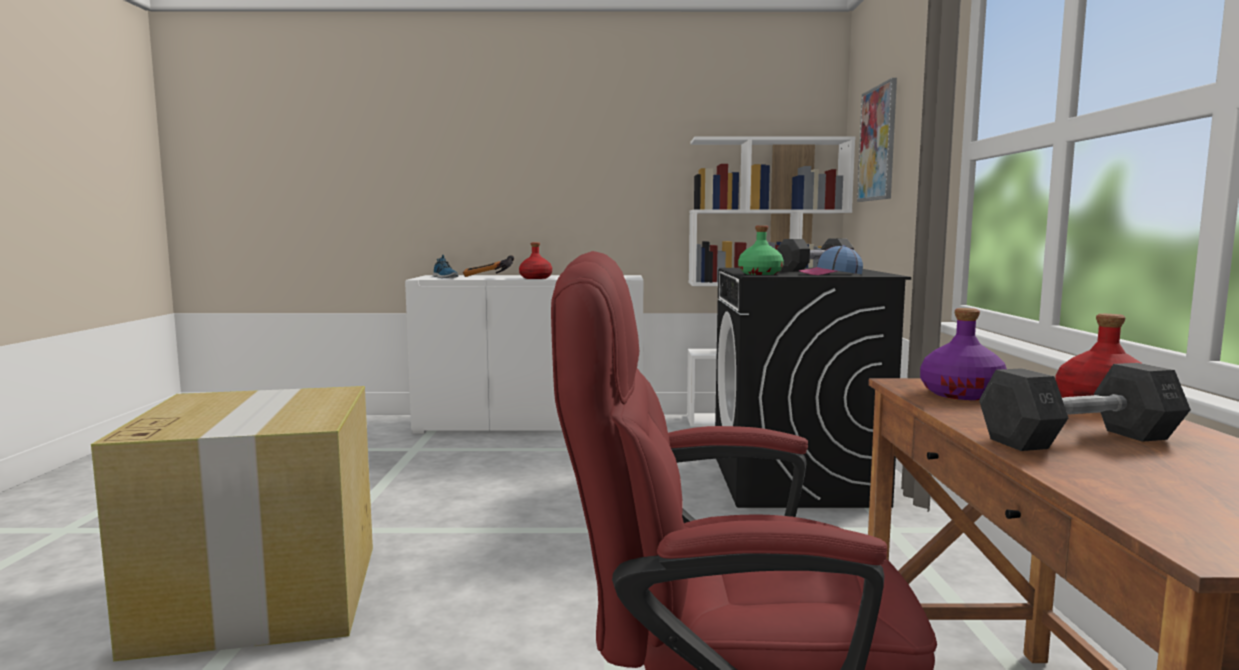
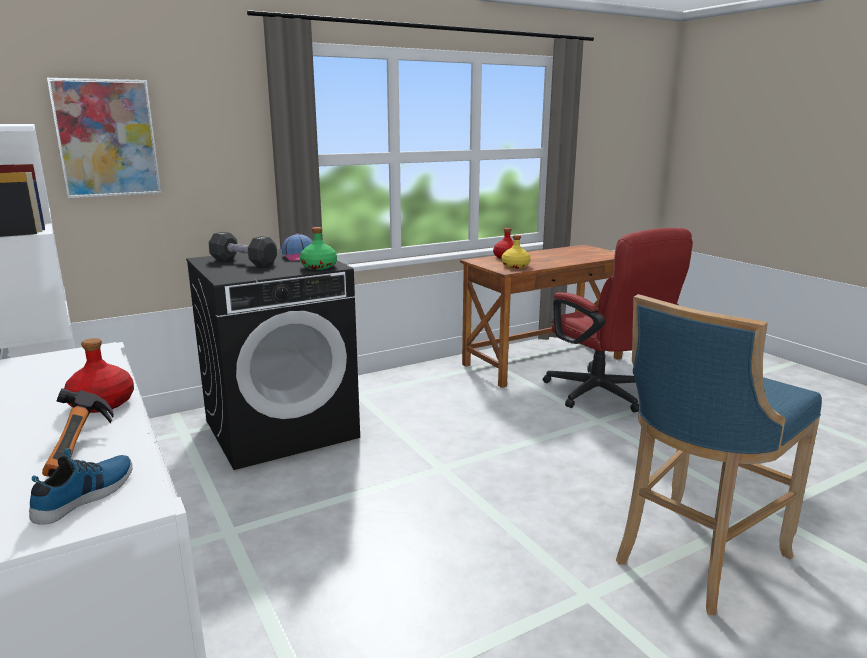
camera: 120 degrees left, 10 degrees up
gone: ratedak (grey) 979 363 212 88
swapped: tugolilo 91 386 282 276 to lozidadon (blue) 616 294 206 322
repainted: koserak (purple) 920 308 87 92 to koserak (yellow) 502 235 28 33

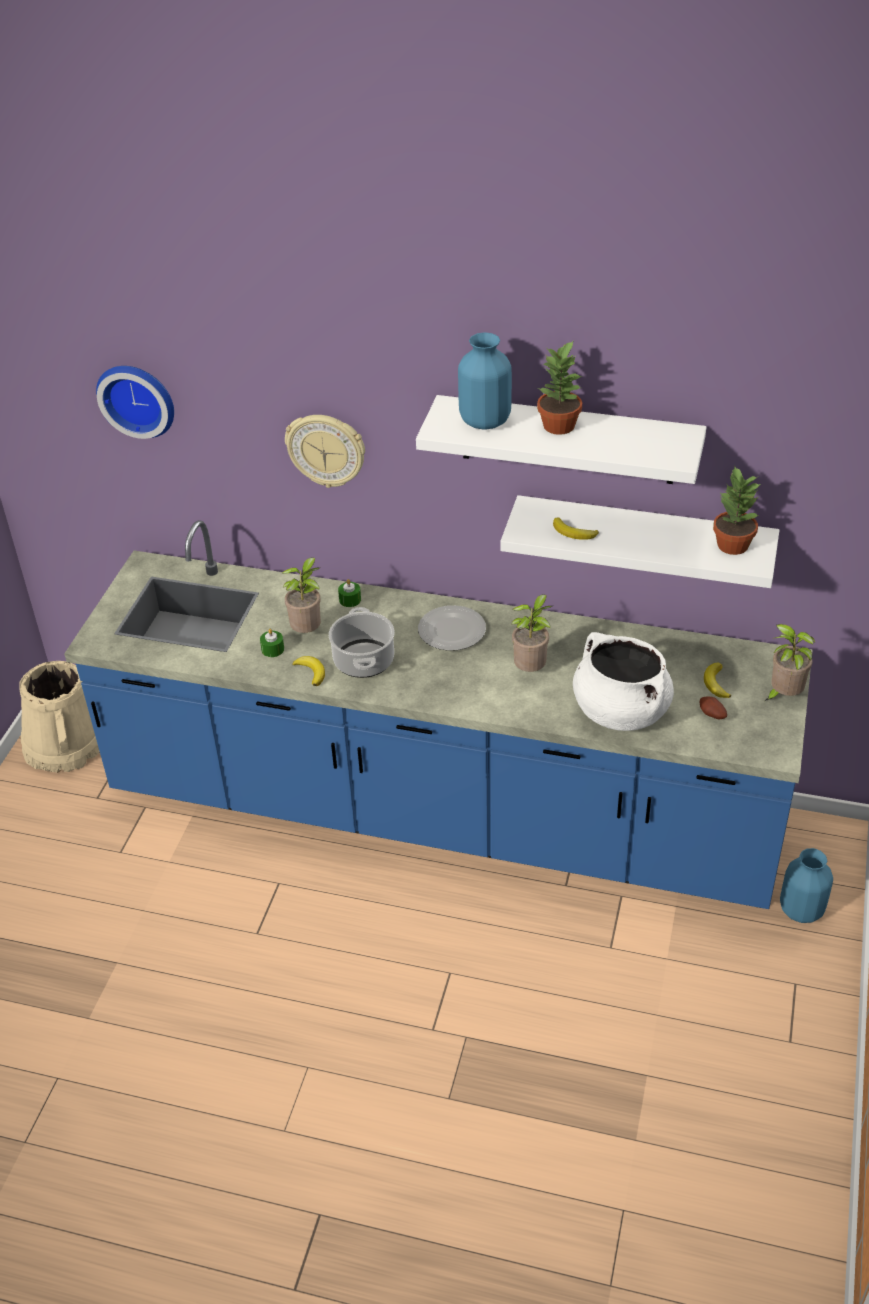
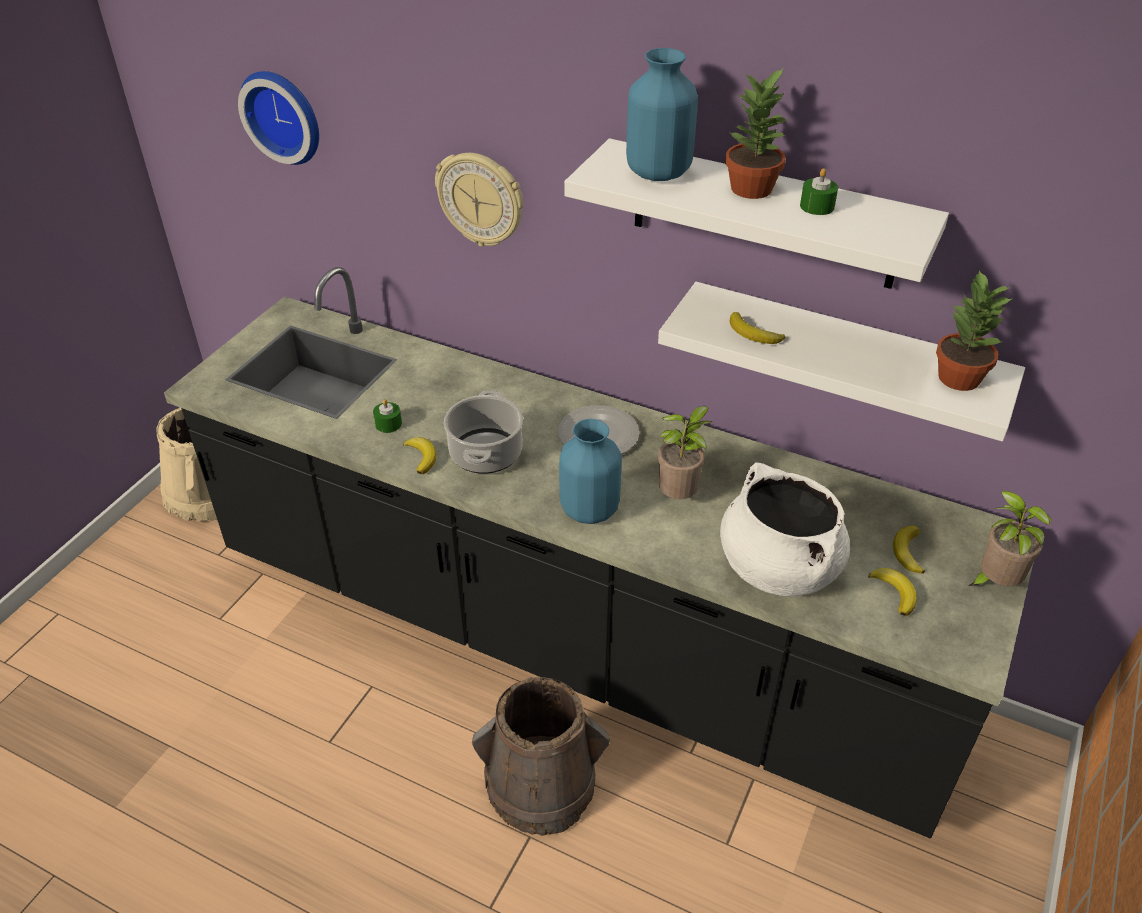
camera: 10 degrees right, 0 degrees up
gone: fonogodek 281 557 40 76
new: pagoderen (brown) 472 677 138 159
shifted: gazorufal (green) 338 579 23 28 to 800 168 38 47; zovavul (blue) 780 848 53 75 to 559 419 63 105
swapped: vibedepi 699 697 28 23 to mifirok 868 568 49 48
repainted: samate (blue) 64 520 749 389 to samate (black) 164 267 869 571

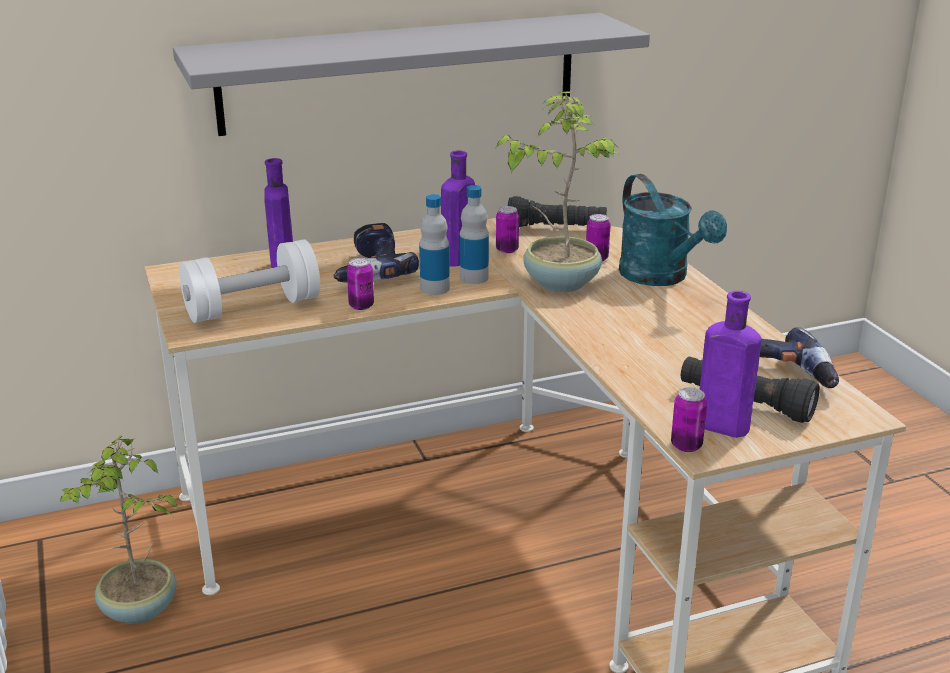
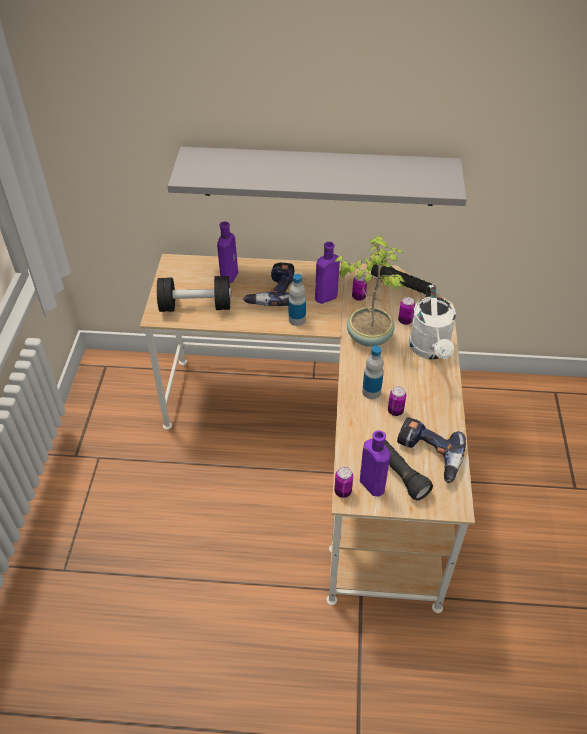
camera: 25 degrees right, 20 degrees up
gone: fonogodek 59 435 119 189
shifted: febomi 347 258 27 52 to 388 386 18 30; koserak 459 185 30 99 to 362 345 22 54
repainted: ratedak (white) 179 239 141 84 to ratedak (black) 157 276 74 36; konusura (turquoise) 619 174 108 112 to konusura (white) 409 285 47 74

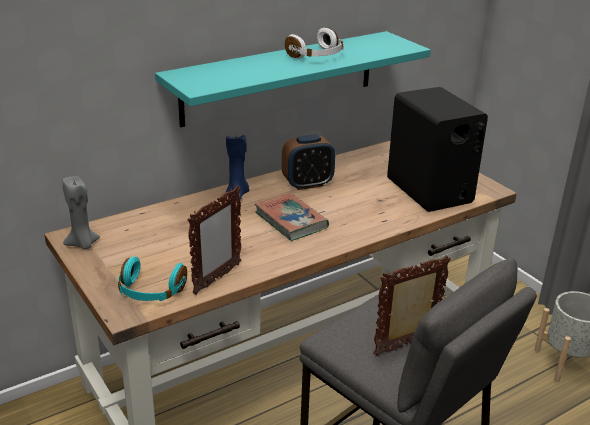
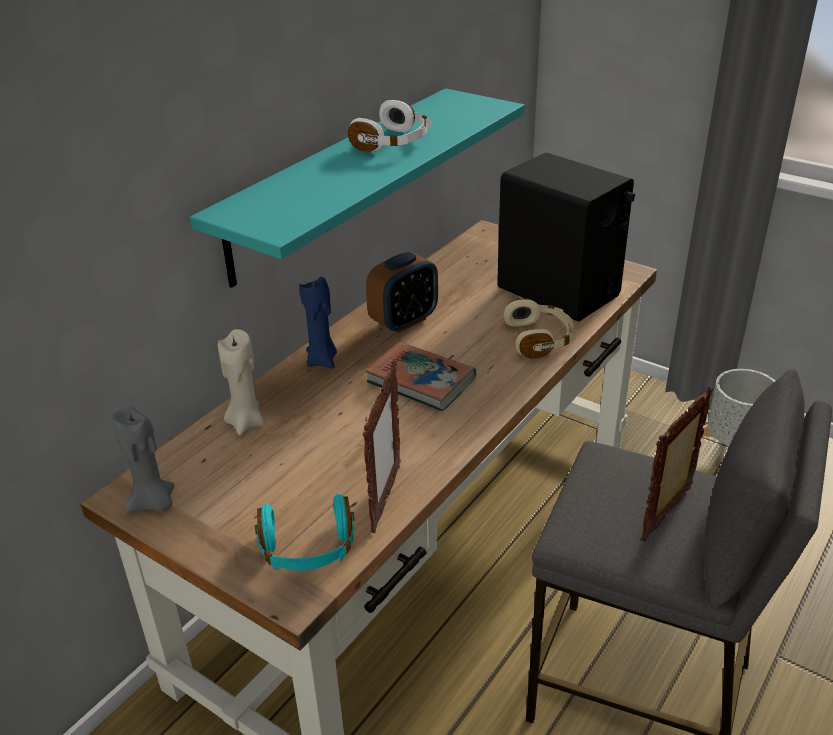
camera: 20 degrees left, 5 degrees up
new: gazorufal (beige) 218 329 47 106; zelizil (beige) 504 298 71 60

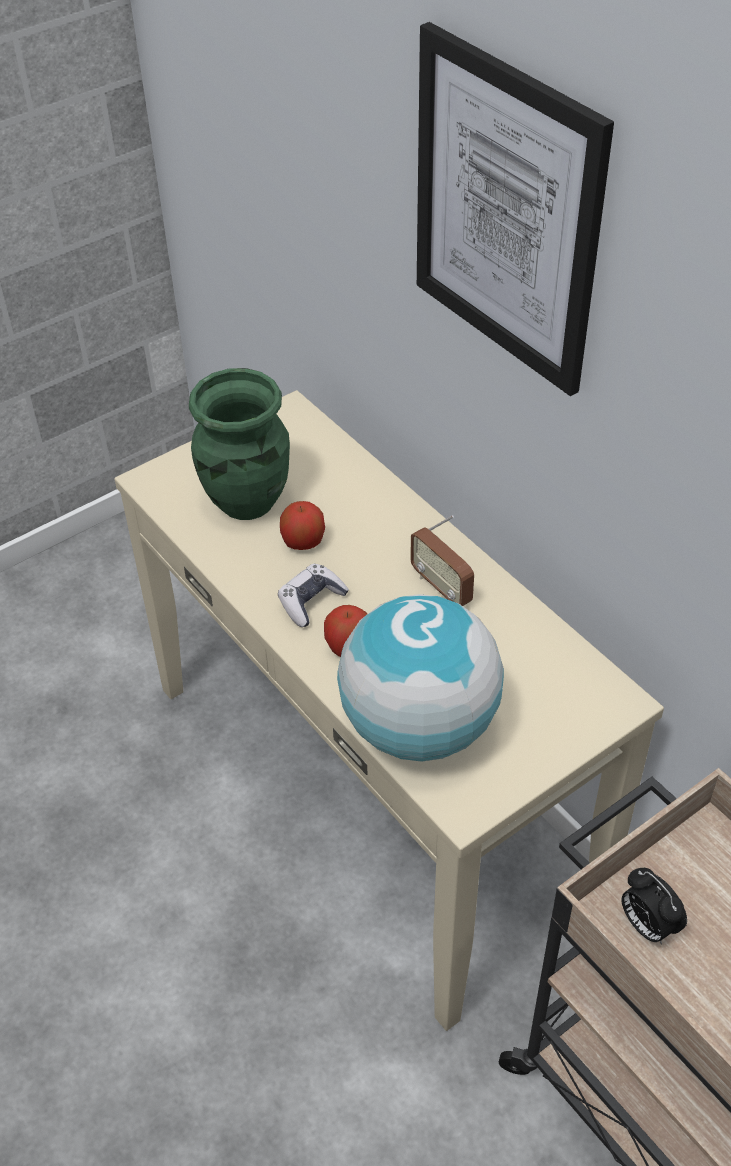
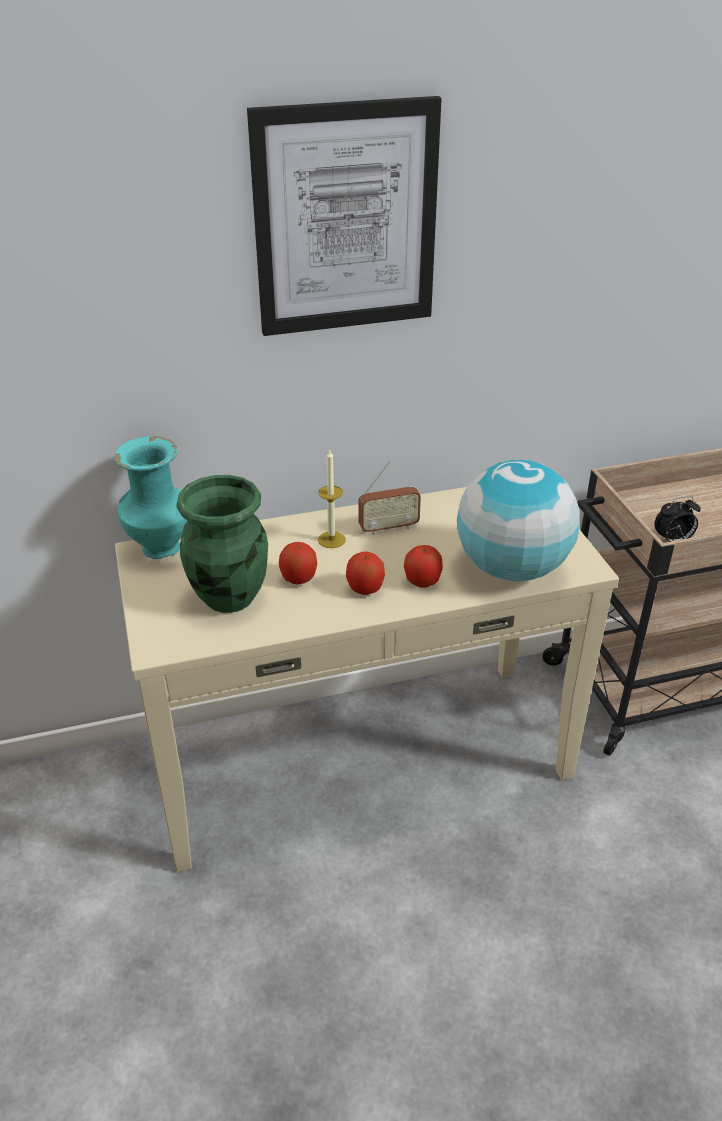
camera: 70 degrees left, 10 degrees down
new: zovavul (turquoise) 114 436 74 123; gazorufal 318 449 28 99
swapped: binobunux 278 564 71 63 to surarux 346 552 39 43

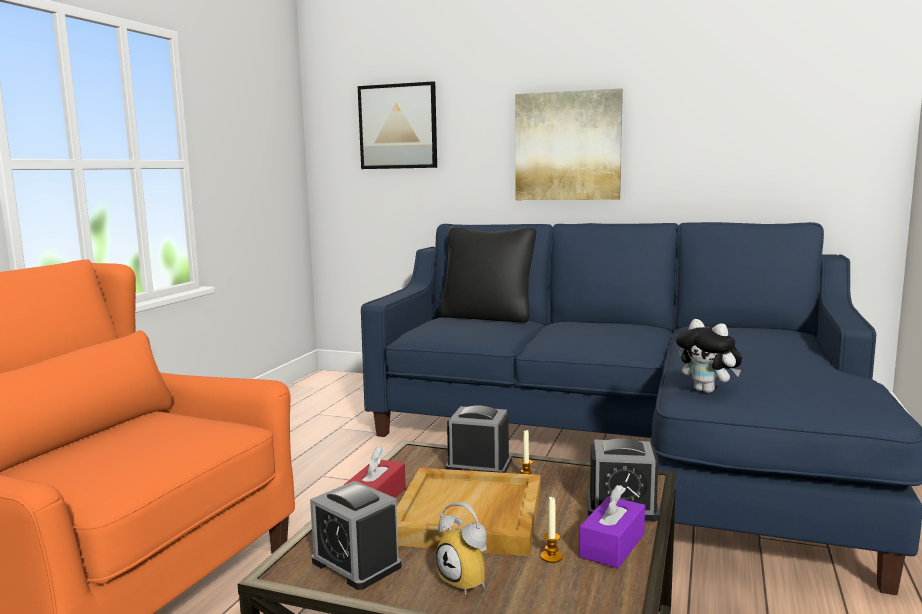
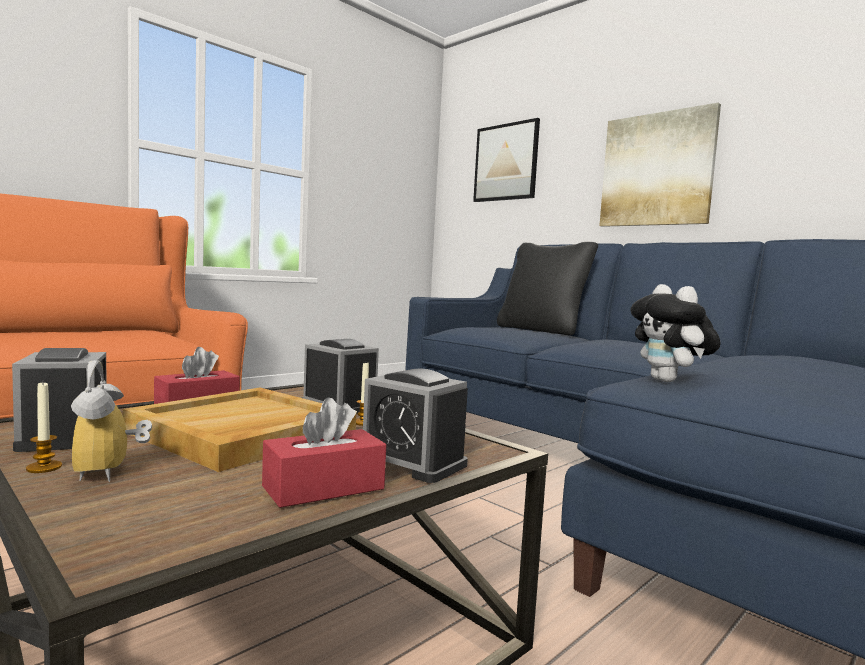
camera: 25 degrees right, 5 degrees down
shifted: gazorufal 541 497 22 66 to 26 382 36 91
repainted: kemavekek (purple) 579 485 66 83 to kemavekek (red) 262 397 125 111

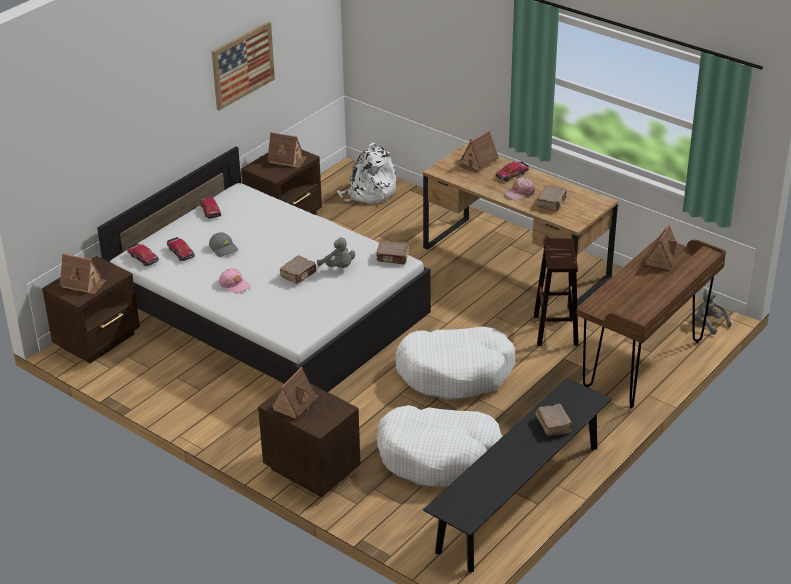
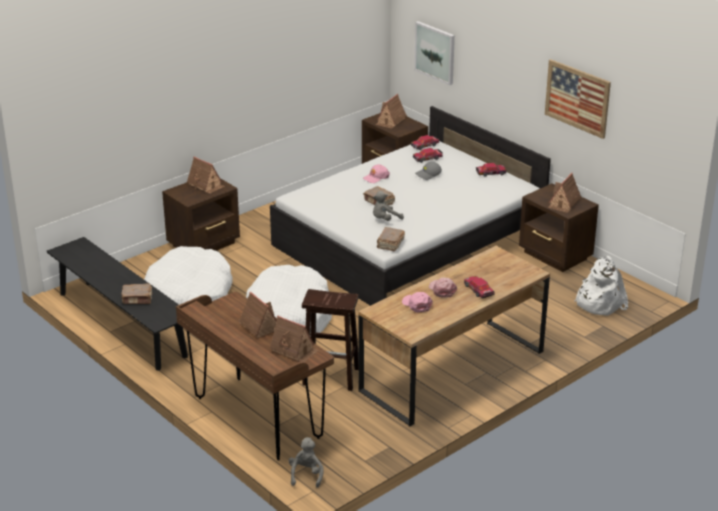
camera: 100 degrees right, 5 degrees down
new: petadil 414 21 41 64
shifted: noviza 458 130 41 43 to 238 292 39 46
swapped: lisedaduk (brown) 537 185 30 26 to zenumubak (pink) 402 292 31 21
rotated: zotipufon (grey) 695 289 36 46 = 288 437 36 51 60 degrees counterclockwise

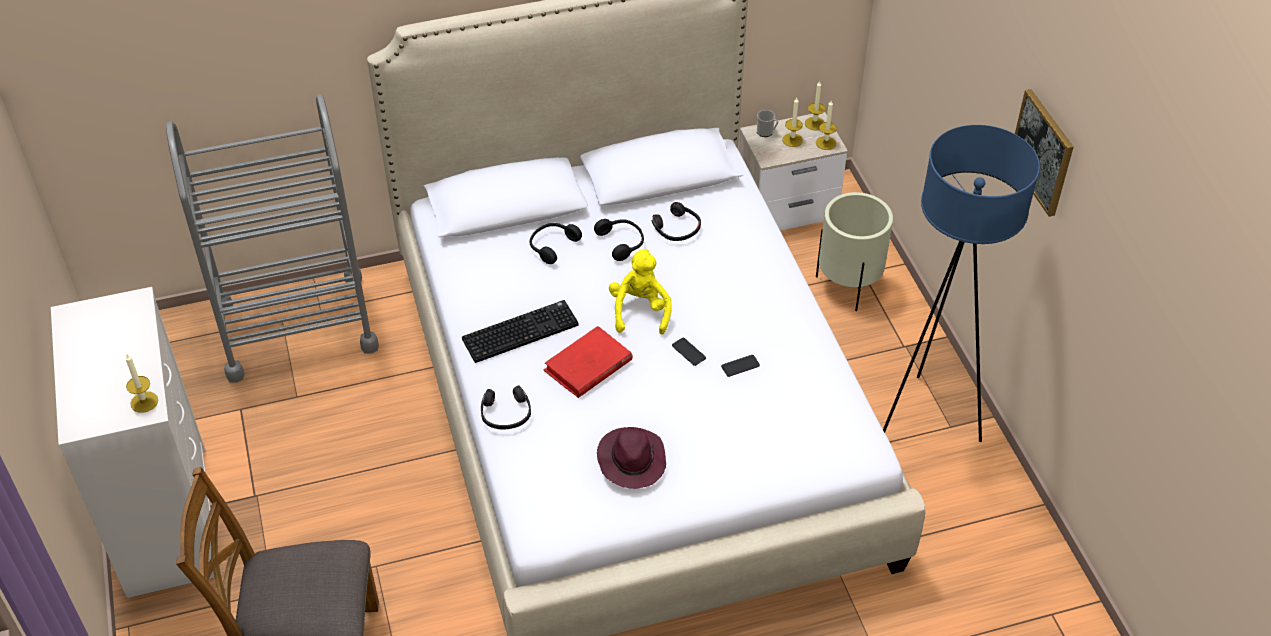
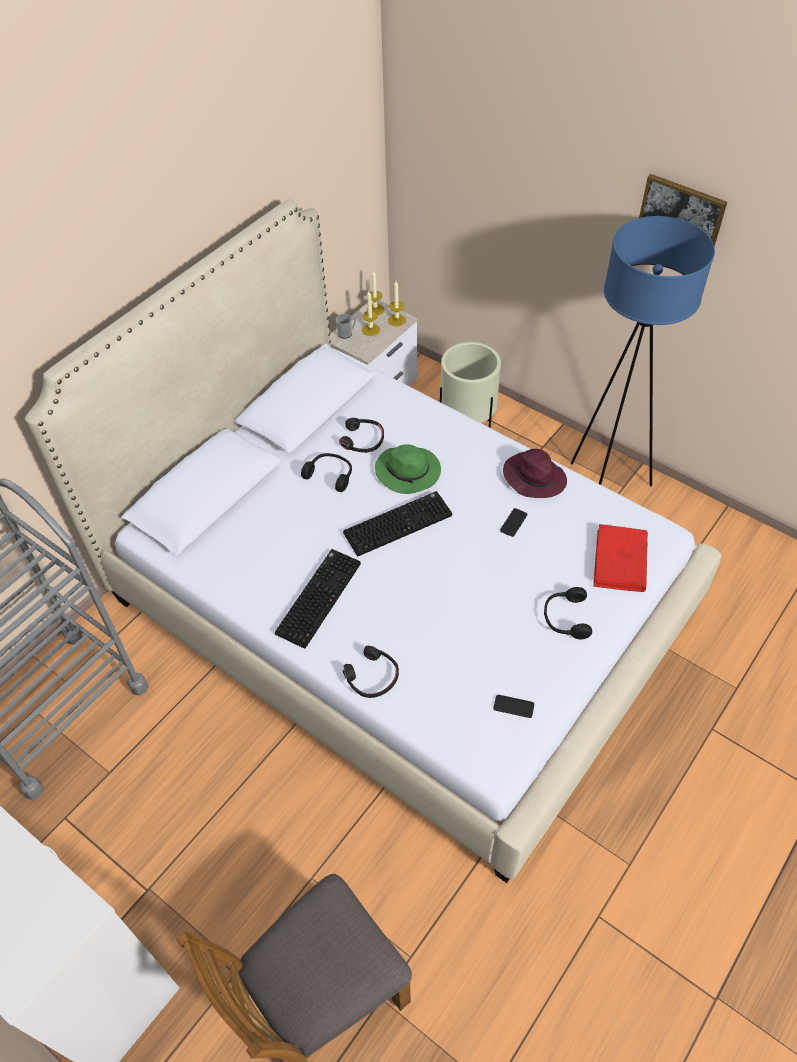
camera: 35 degrees left, 5 degrees up
gone: gazorufal 126 354 32 59
new: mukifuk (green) 375 444 66 50
shifted: zelizil (black) 530 223 52 41 to 544 587 48 52; lisedaduk (red) 543 326 90 72 to 593 524 55 68; mukifuk (purple) 597 427 69 62 to 503 449 64 49; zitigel 672 338 34 28 to 494 695 40 23
swapped: zotipufon (yellow) 609 249 63 86 to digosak 343 491 109 65

